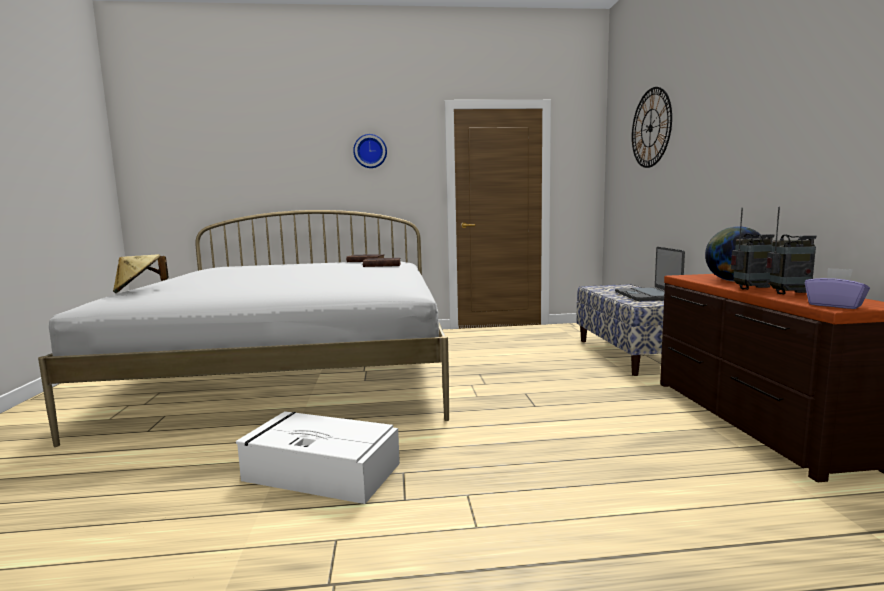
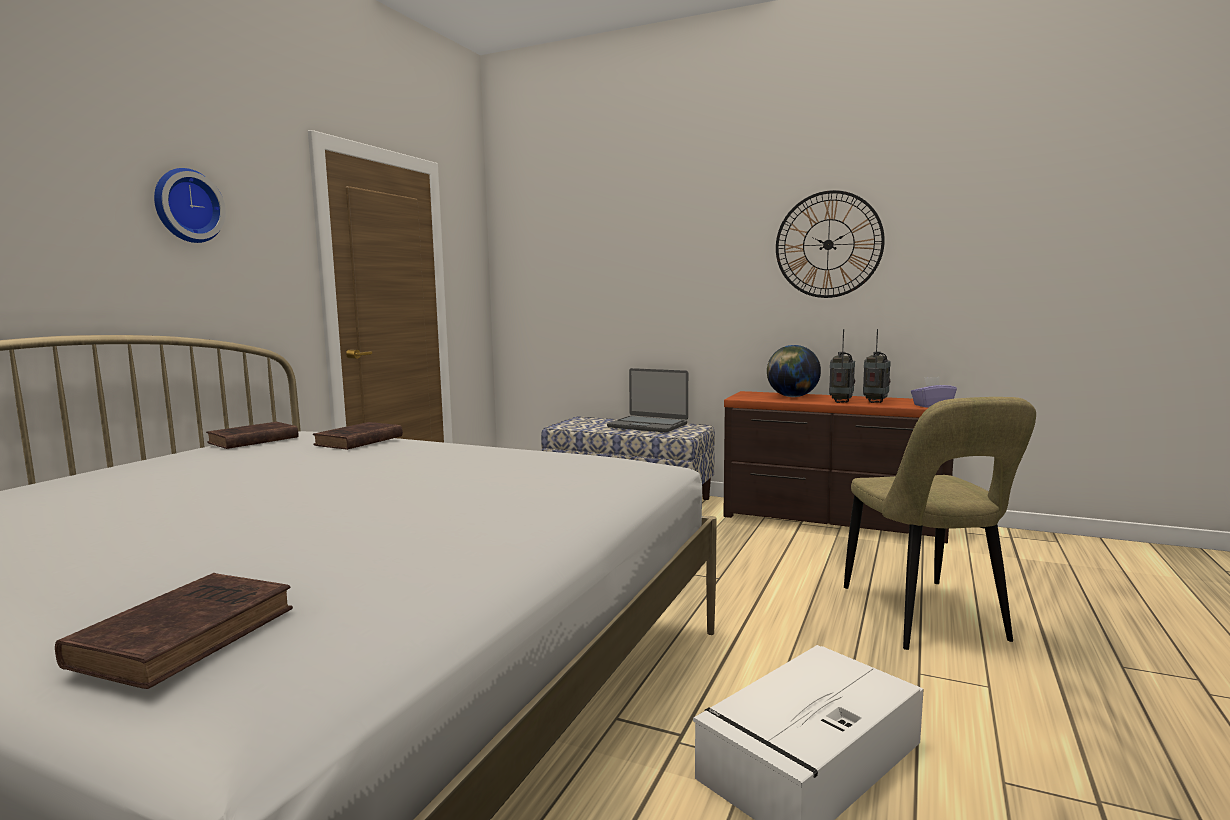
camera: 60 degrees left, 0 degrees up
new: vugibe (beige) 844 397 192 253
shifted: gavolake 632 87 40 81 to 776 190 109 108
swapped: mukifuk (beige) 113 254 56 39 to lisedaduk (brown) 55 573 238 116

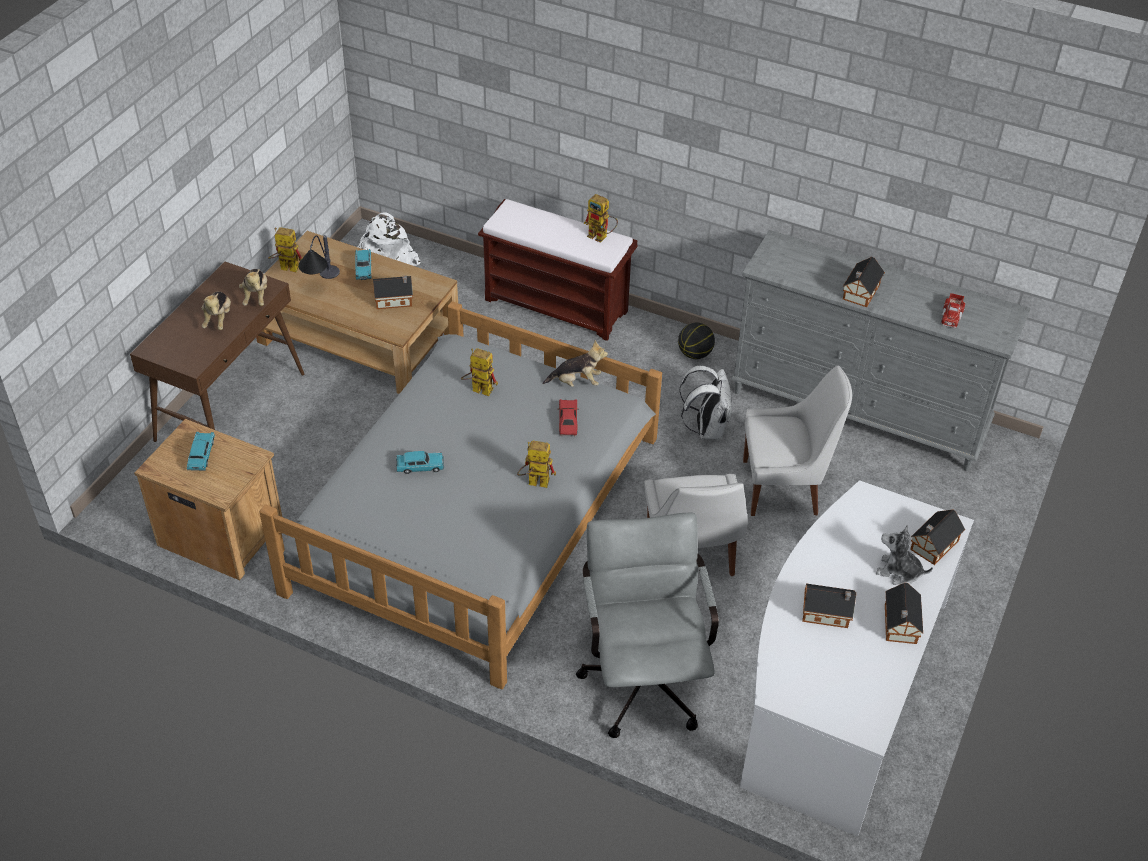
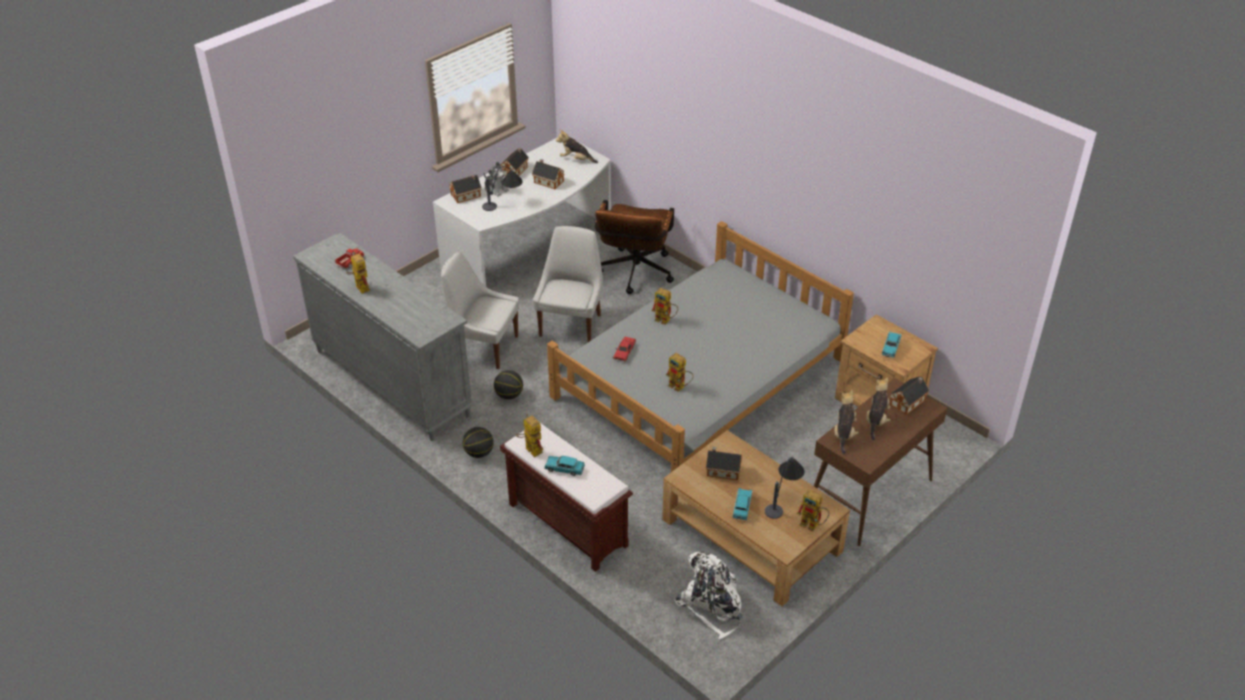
camera: 160 degrees left, 5 degrees down
new: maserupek 346 252 24 42; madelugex 482 166 41 45
shifted: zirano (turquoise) 396 451 48 23 to 544 456 41 20; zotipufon 542 340 66 47 to 556 130 42 33; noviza 843 257 42 50 to 890 376 40 39
swapped: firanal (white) 679 365 53 75 to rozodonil 494 370 29 30
repainted: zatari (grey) 576 512 143 226 to zatari (brown) 595 200 79 94

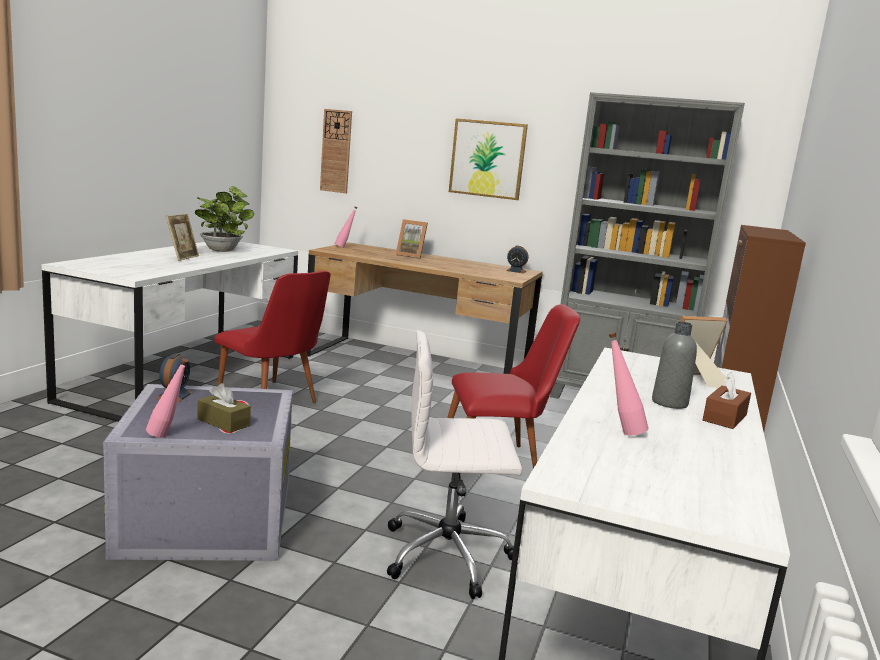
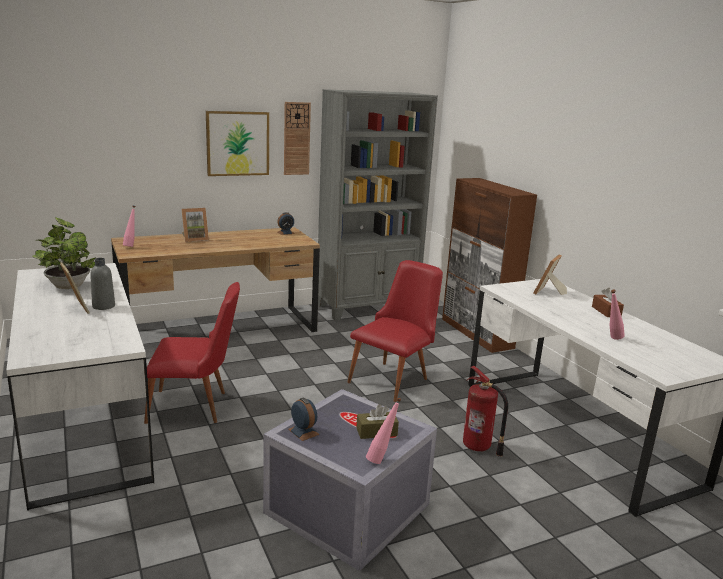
camera: 45 degrees left, 5 degrees up
shifted: gavolake 320 109 32 84 to 284 102 27 73; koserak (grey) 652 322 45 87 to 90 258 25 52
swapped: zatari (white) 387 330 135 269 to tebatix 463 366 45 91

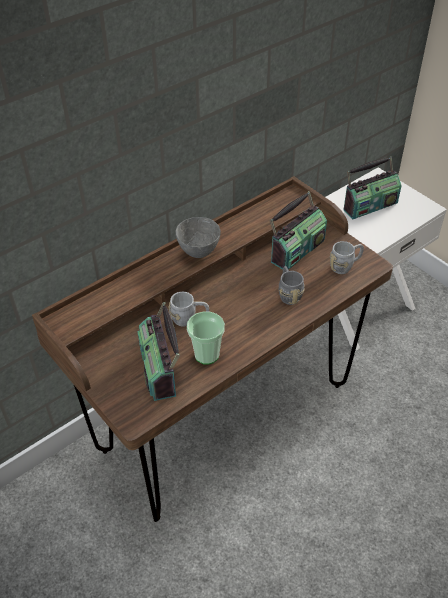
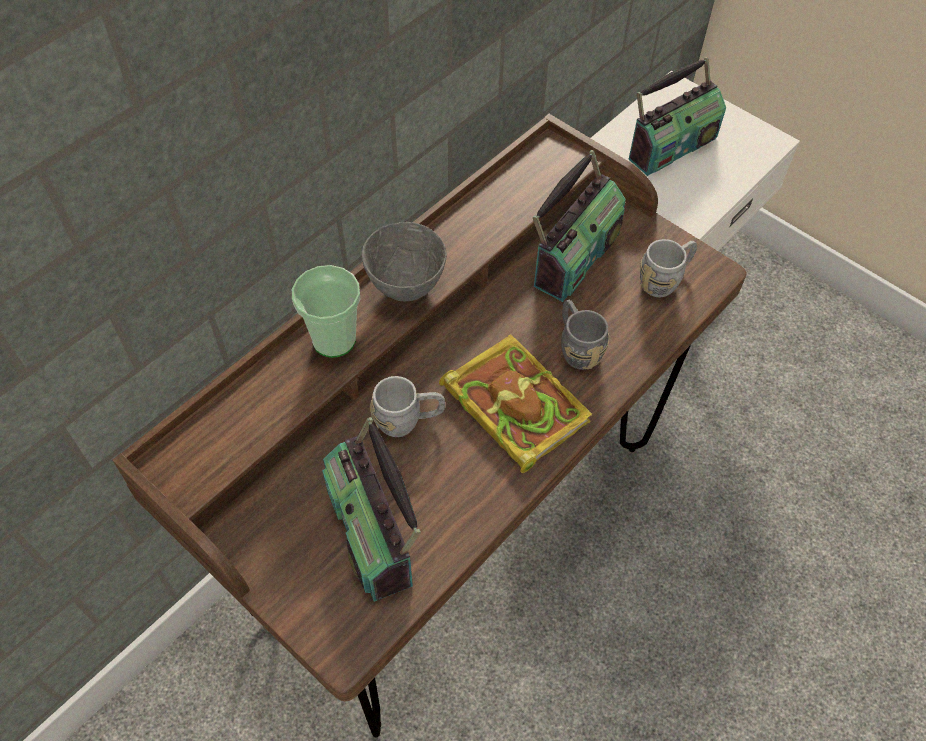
camera: 10 degrees left, 10 degrees up
new: lisedaduk 439 335 153 138
shifted: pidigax 187 312 38 52 to 292 265 68 93

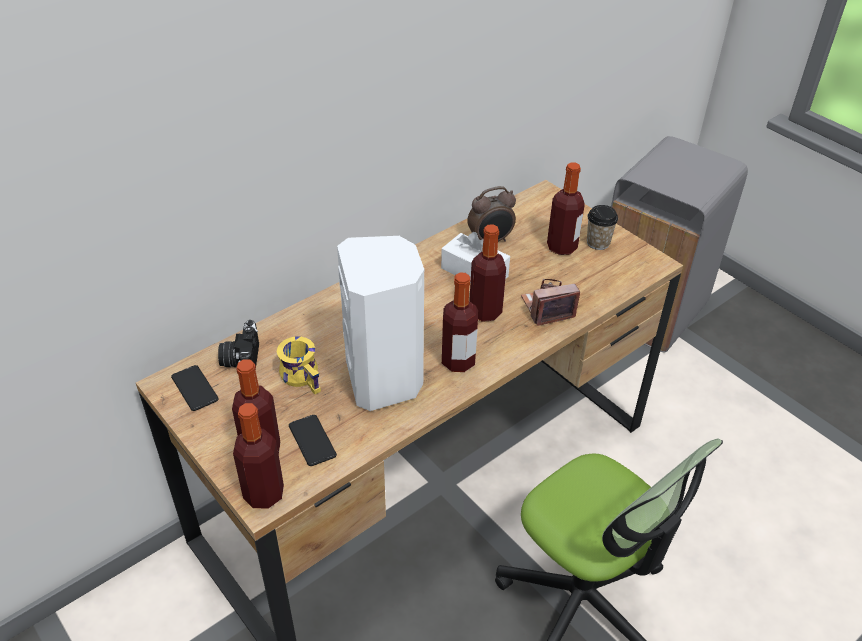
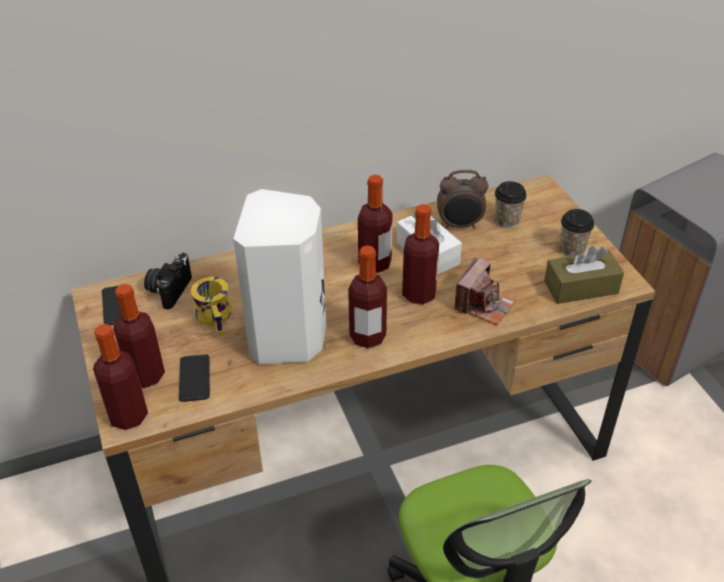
camera: 20 degrees right, 0 degrees up
new: pidigax 495 181 32 47; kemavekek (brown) 544 246 80 58
shifted: koserak 547 162 38 93 to 358 175 34 98
rotated: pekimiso 521 279 59 47 = 454 257 62 68 120 degrees clockwise

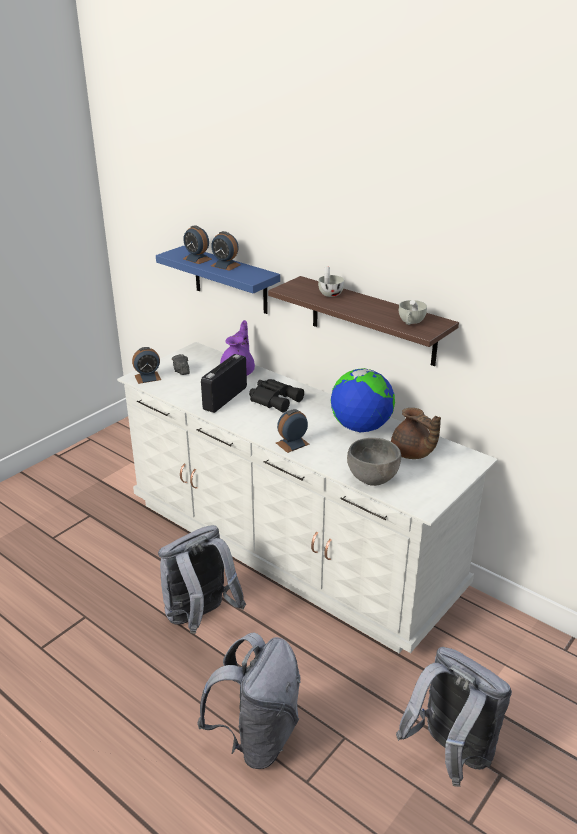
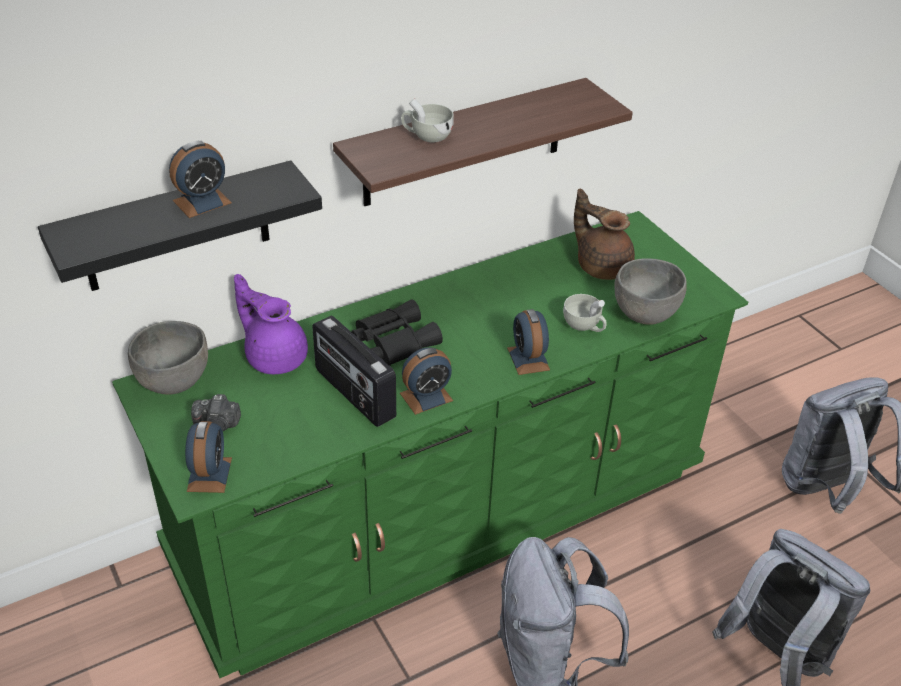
camera: 70 degrees left, 10 degrees up
gone: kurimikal 331 368 64 64
new: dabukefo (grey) 128 321 80 74
shifted: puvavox 183 225 29 39 to 400 347 53 68; pidigax (white) 399 300 28 25 to 563 294 44 38
repainted: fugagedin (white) 117 342 380 311 to fugagedin (green) 112 211 636 467; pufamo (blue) 156 246 124 68 to pufamo (black) 38 160 284 131
rotated: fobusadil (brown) 391 408 50 51 = 574 188 61 92 120 degrees counterclockwise

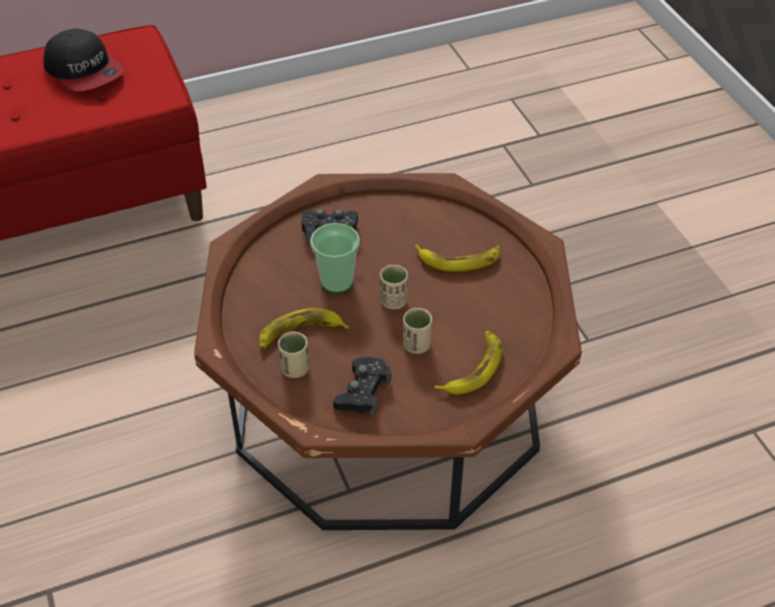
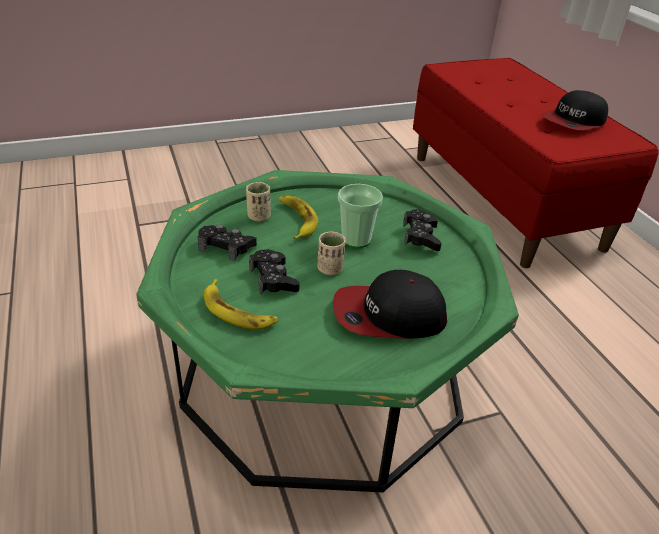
camera: 90 degrees right, 10 degrees down
swapped: pidigax (beige) 403 308 29 46 to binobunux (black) 249 249 50 46; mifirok 415 244 85 28 to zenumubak 333 270 114 69
repainted: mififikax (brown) 194 173 388 357 to mififikax (green) 136 170 383 322

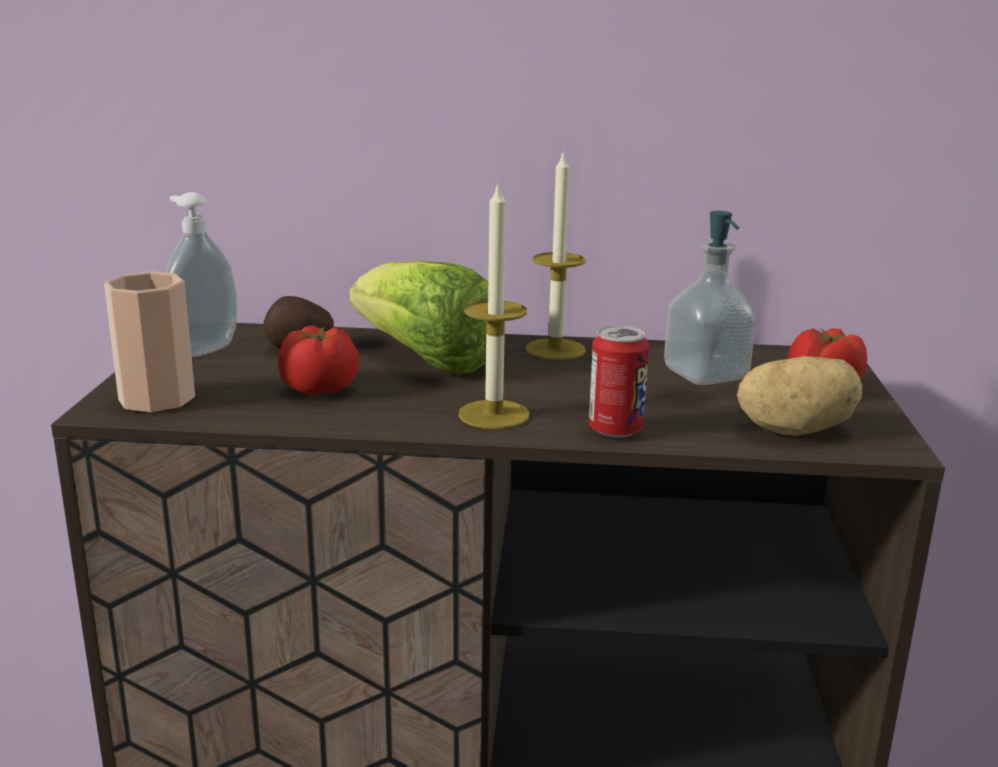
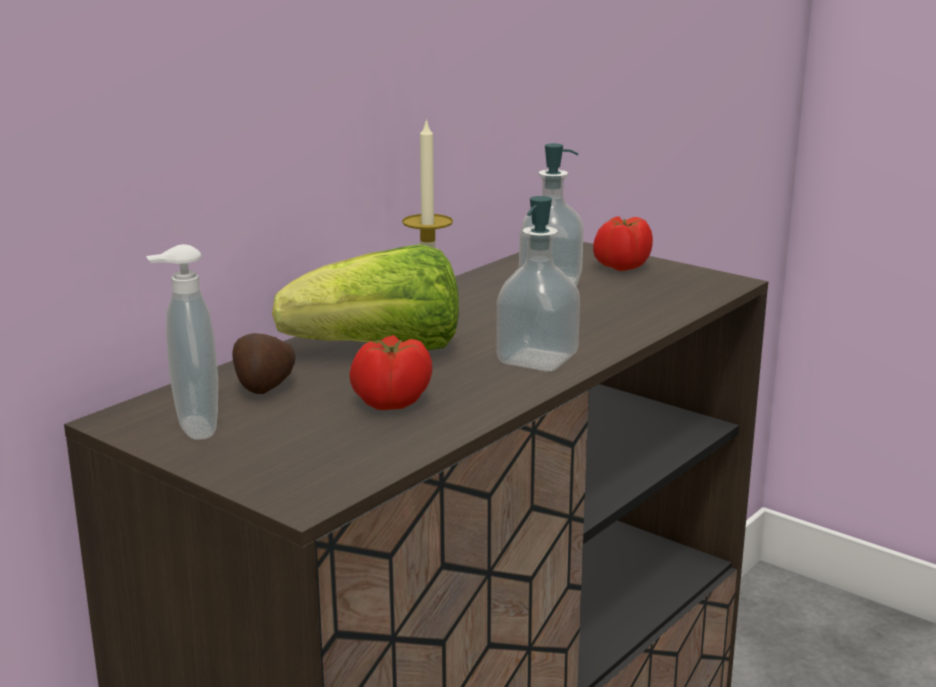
camera: 55 degrees left, 0 degrees up
gone: pidigax 104 271 91 142; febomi 589 326 60 112; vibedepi 737 356 125 80
swapped: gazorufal 458 181 72 248 to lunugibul 496 196 84 175

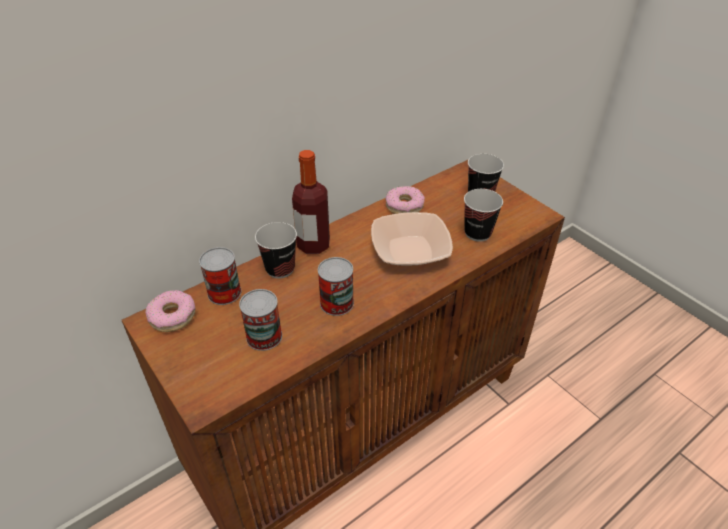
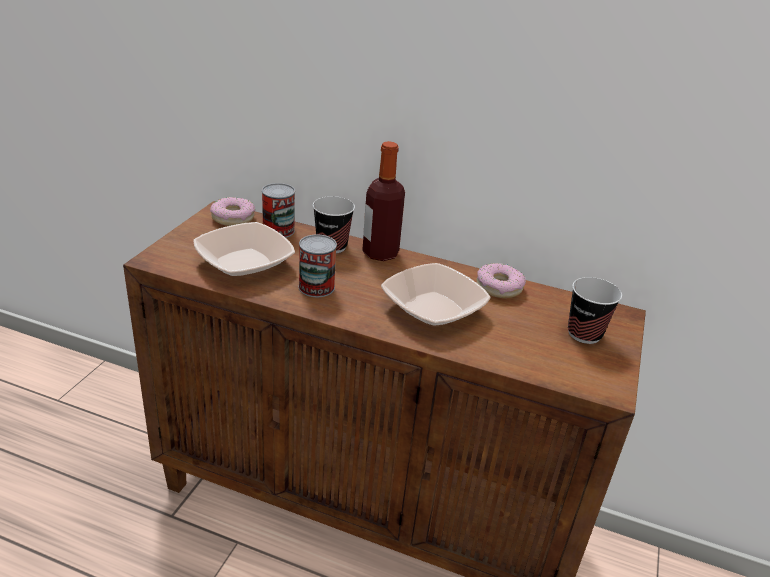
camera: 55 degrees right, 10 degrees down
gone: pidigax 464 189 39 53
swapped: febomi 239 289 43 62 to dabukefo 193 222 102 57

